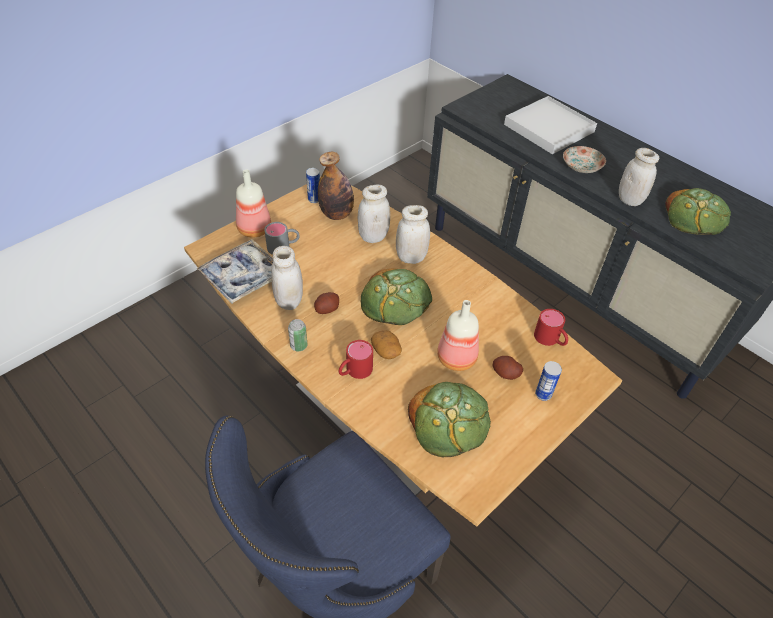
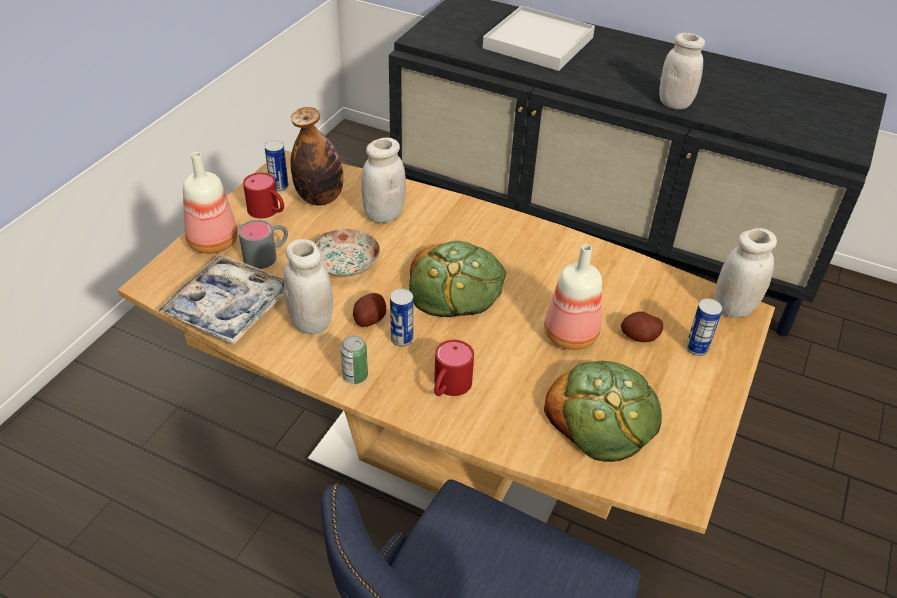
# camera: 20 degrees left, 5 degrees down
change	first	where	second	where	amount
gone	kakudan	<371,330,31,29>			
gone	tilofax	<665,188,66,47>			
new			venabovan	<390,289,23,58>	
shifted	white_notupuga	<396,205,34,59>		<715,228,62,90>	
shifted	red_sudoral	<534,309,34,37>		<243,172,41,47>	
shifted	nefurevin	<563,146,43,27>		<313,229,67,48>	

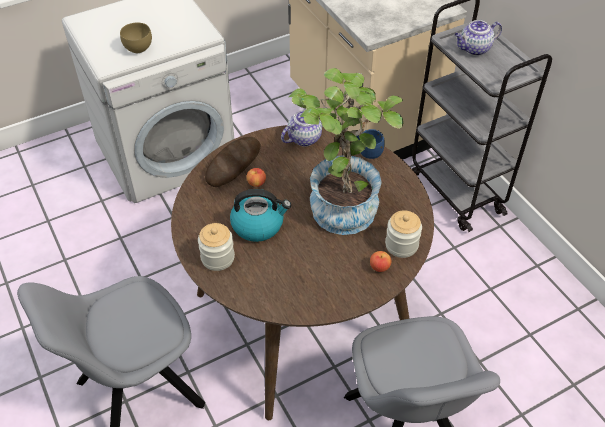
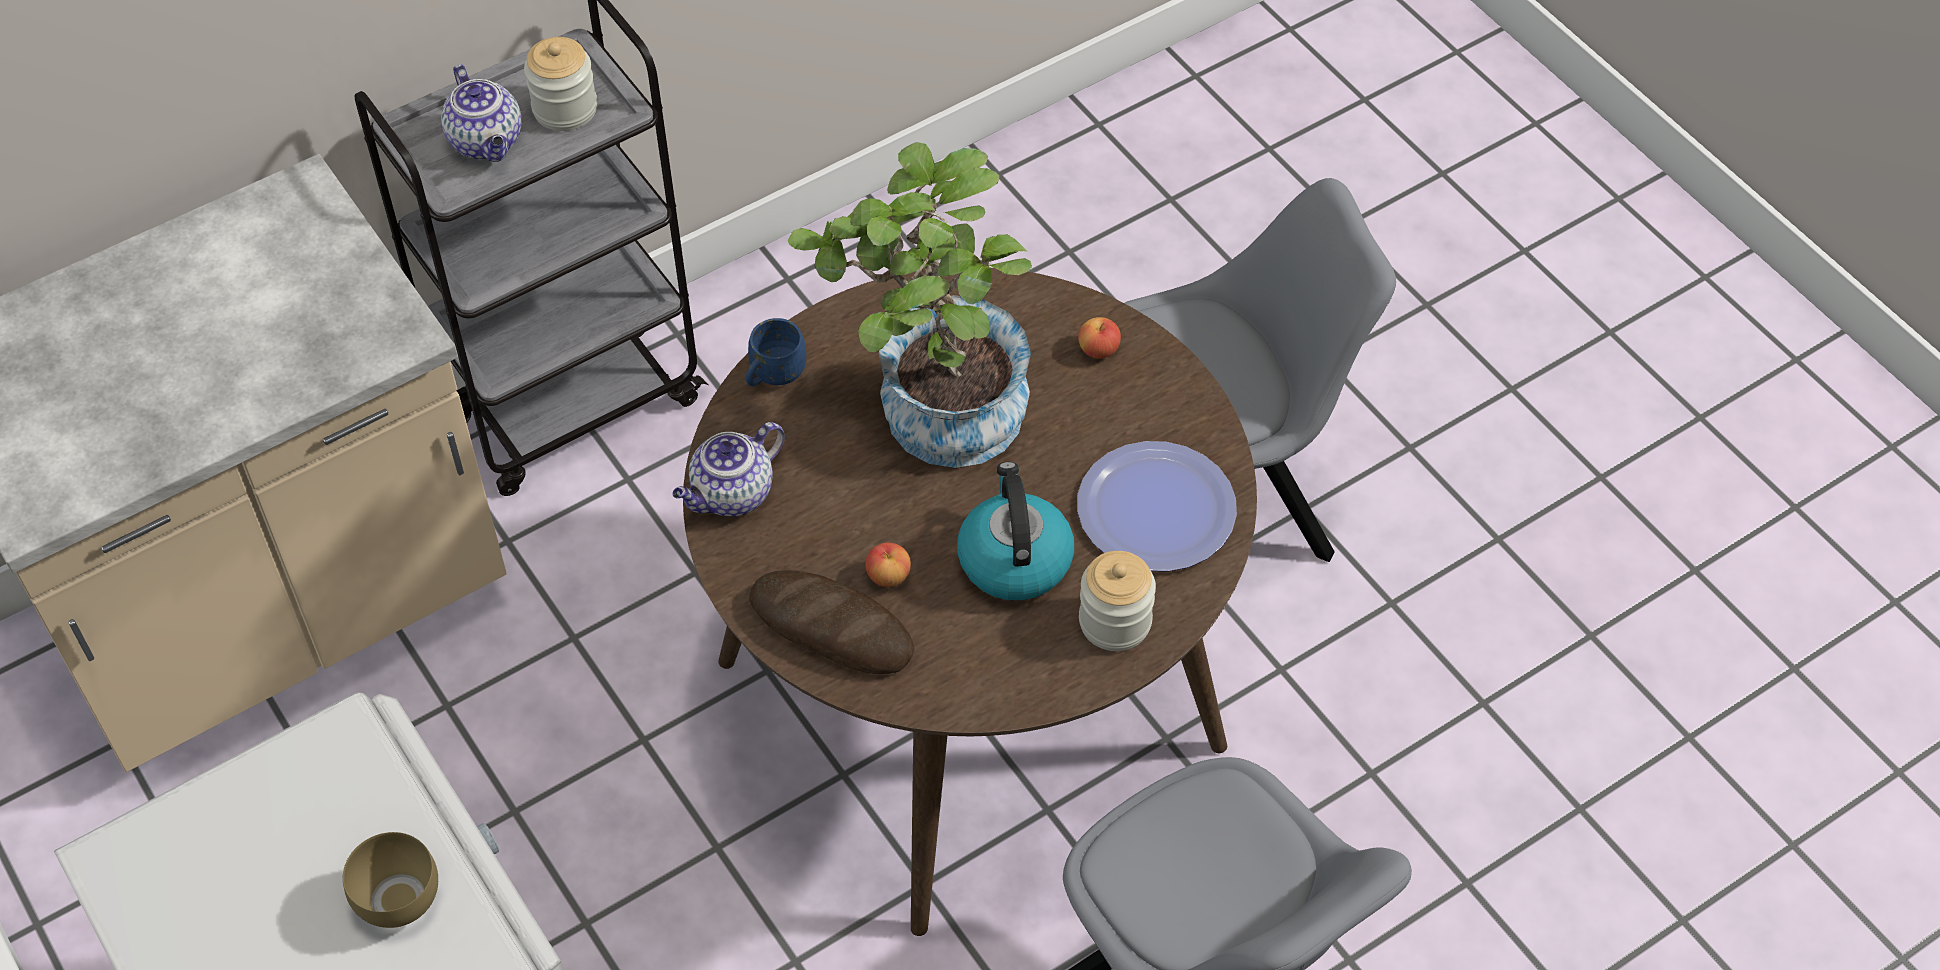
# camera: 95 degrees left, 5 degrees up
change	first	where	second	where	amount
new			nefurevin	<1077,441,160,131>	
shifted	notupuga	<385,210,37,48>		<524,37,73,94>	
rotated	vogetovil	<281,107,45,39>		<672,422,113,94>	90 degrees counterclockwise

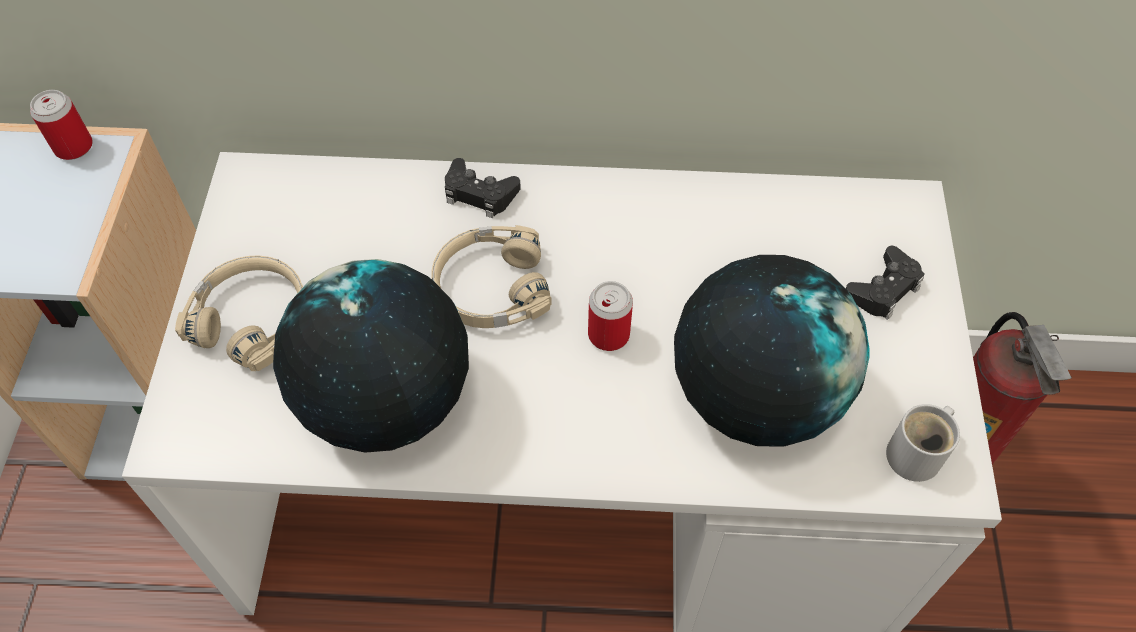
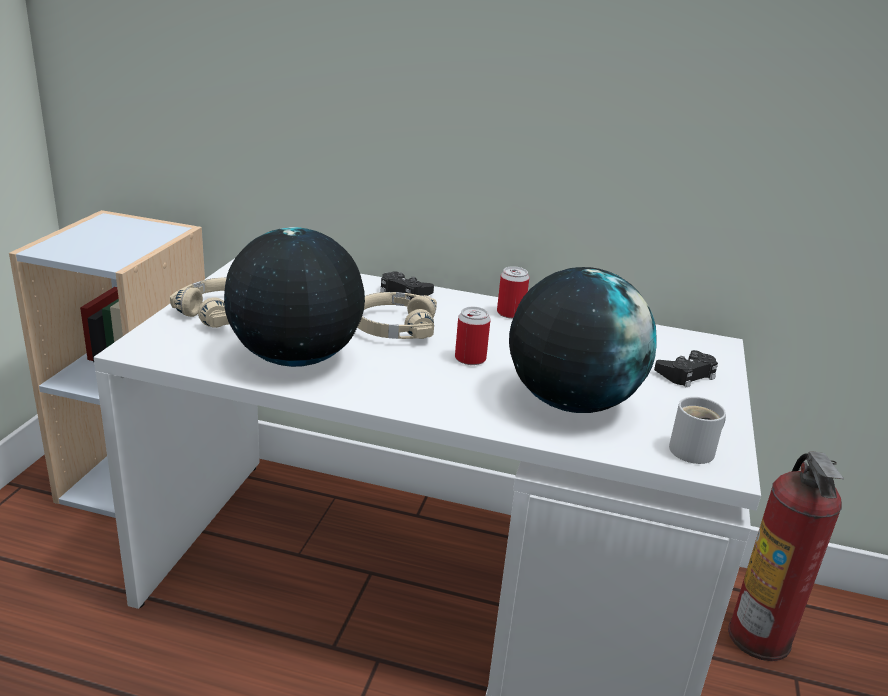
# camera: 10 degrees right, 30 degrees down
change	first	where	second	where	amount
shifted	venabovan	<30,90,63,70>		<497,266,32,53>	

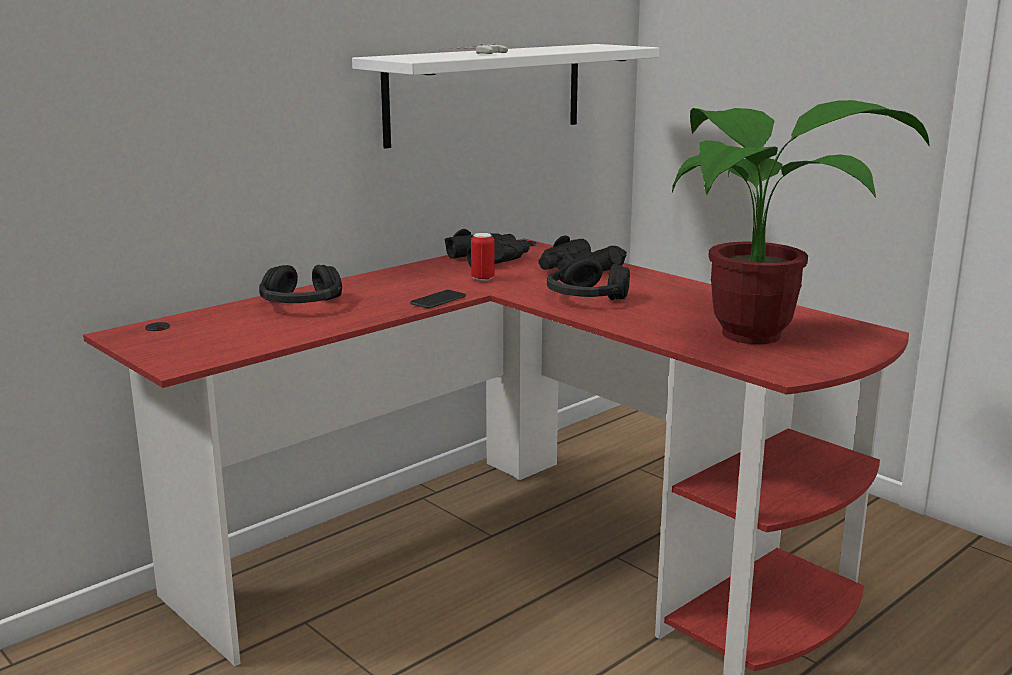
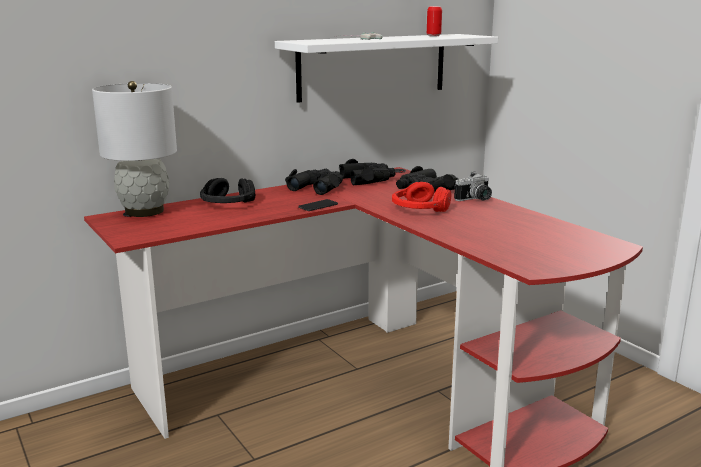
# camera: 10 degrees right, 0 degrees up
change	first	where	second	where	amount
gone	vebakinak	<672,100,258,244>			
new			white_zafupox	<92,81,85,136>	
new			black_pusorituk	<285,169,58,26>	
new			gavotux	<454,171,38,30>	
shifted	venabovan	<471,233,24,48>		<427,6,15,30>	
repainted	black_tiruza	<547,258,83,42>	red_tiruza	<392,182,59,30>	

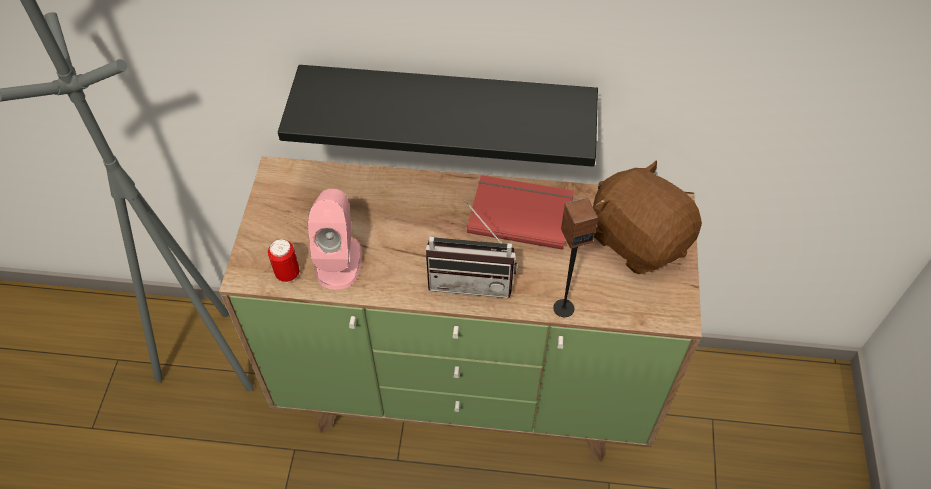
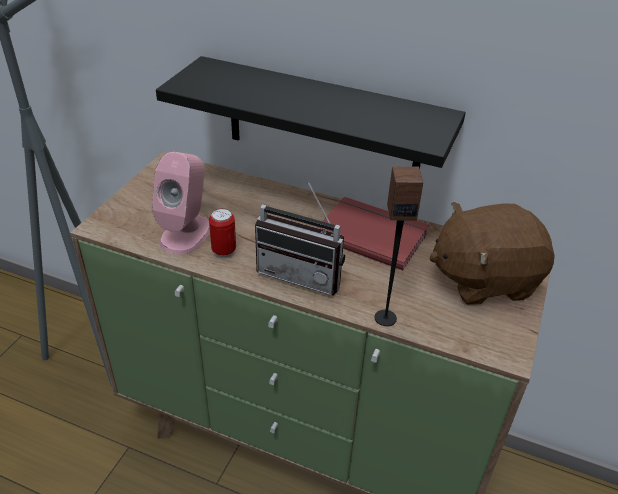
# camera: 15 degrees right, 15 degrees down
change	first	where	second	where	amount
shifted	venabovan	<268,239,32,43>		<209,208,27,49>	
rotated	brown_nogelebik	<593,160,109,114>		<430,202,125,103>	75 degrees counterclockwise

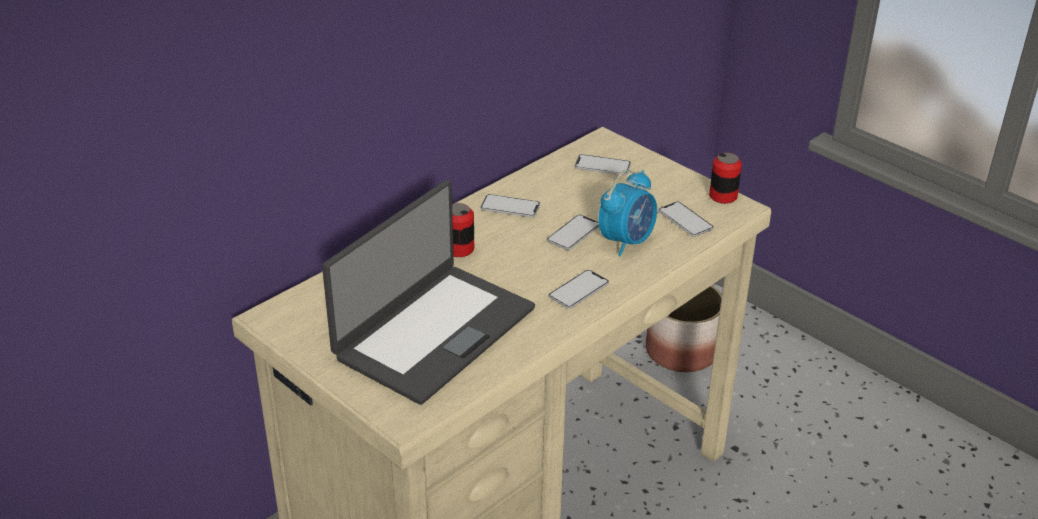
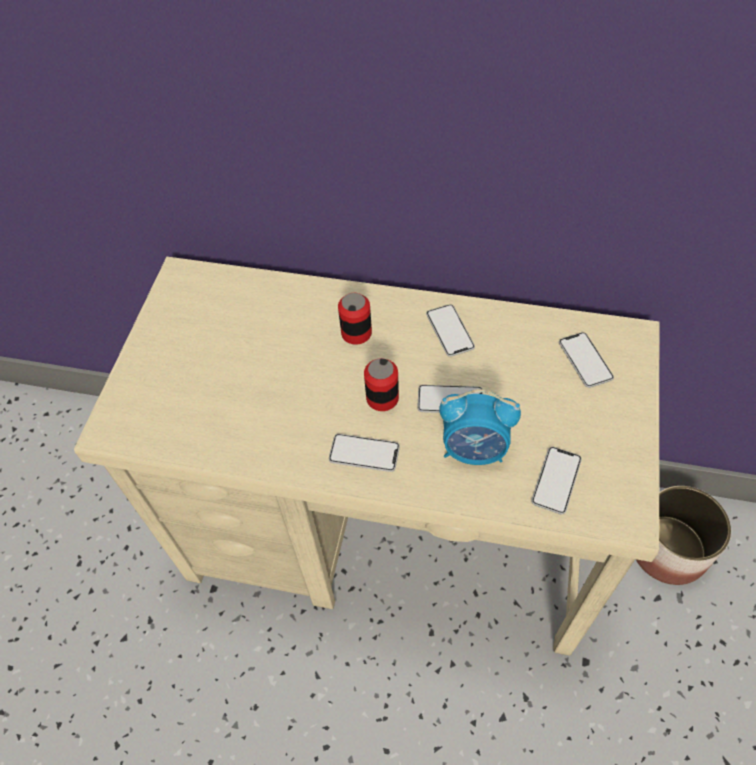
# camera: 60 degrees right, 20 degrees up
change	first	where	second	where	amount
gone	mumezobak	<322,180,213,225>			
shifted	venabovan	<709,153,33,51>		<364,358,35,53>	

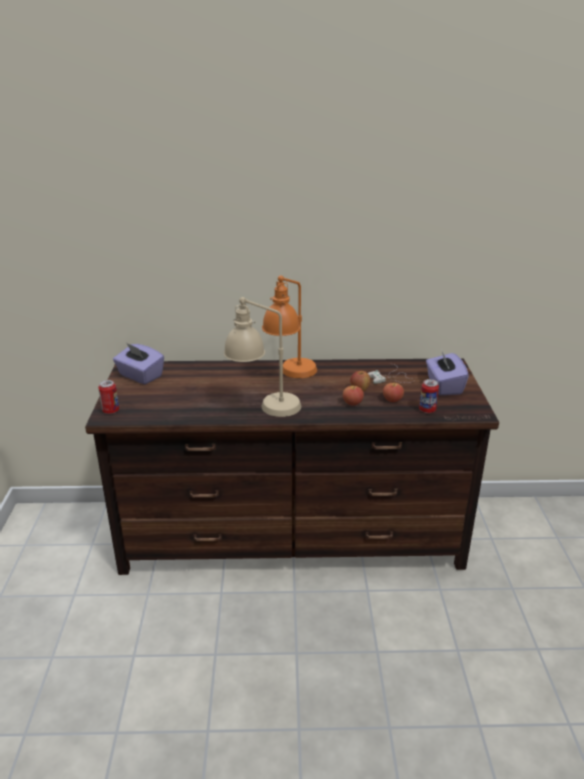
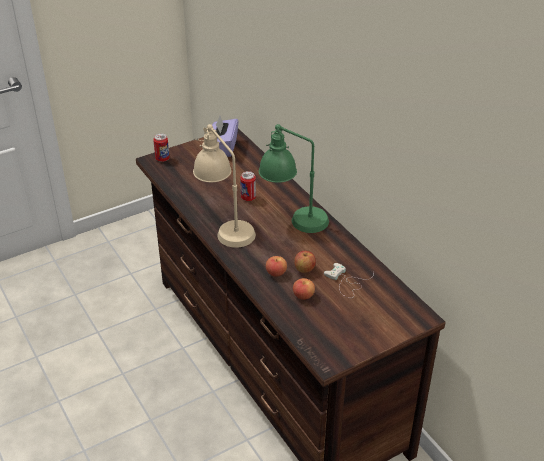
# camera: 60 degrees right, 10 degrees up
change	first	where	second	where	amount
gone	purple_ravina	<426,349,43,46>			
shifted	venabovan	<419,379,20,34>		<240,171,16,30>	
repainted	orange_zafupox	<262,275,55,103>	green_zafupox	<259,124,70,109>	

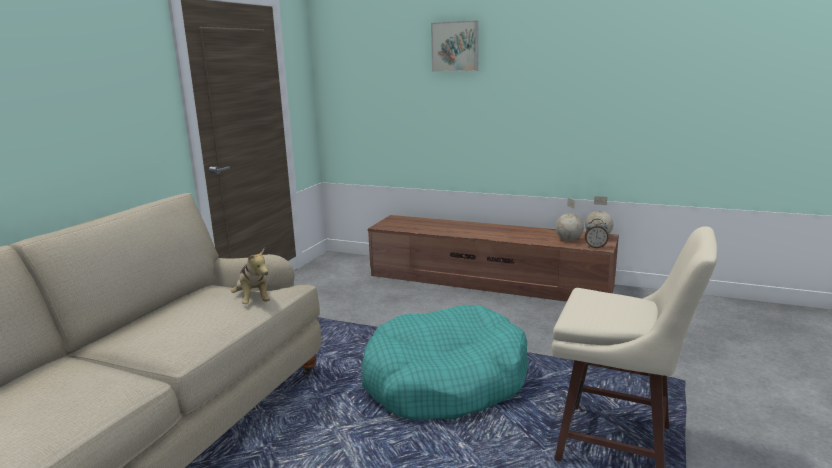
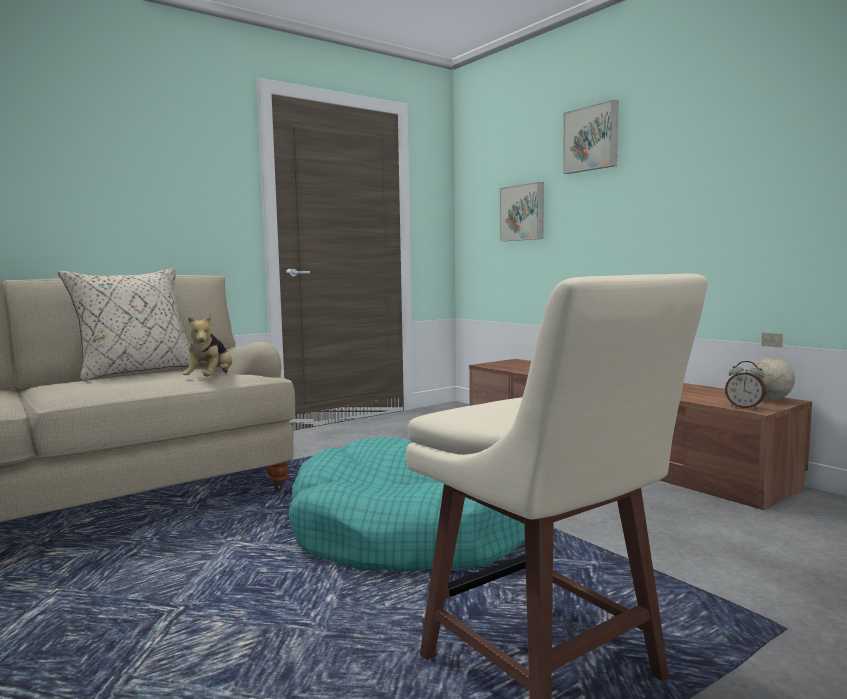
# camera: 30 degrees right, 10 degrees down
change	first	where	second	where	amount
gone	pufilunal	<556,198,28,43>			
new			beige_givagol	<58,268,132,113>	
new			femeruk	<500,182,44,59>	

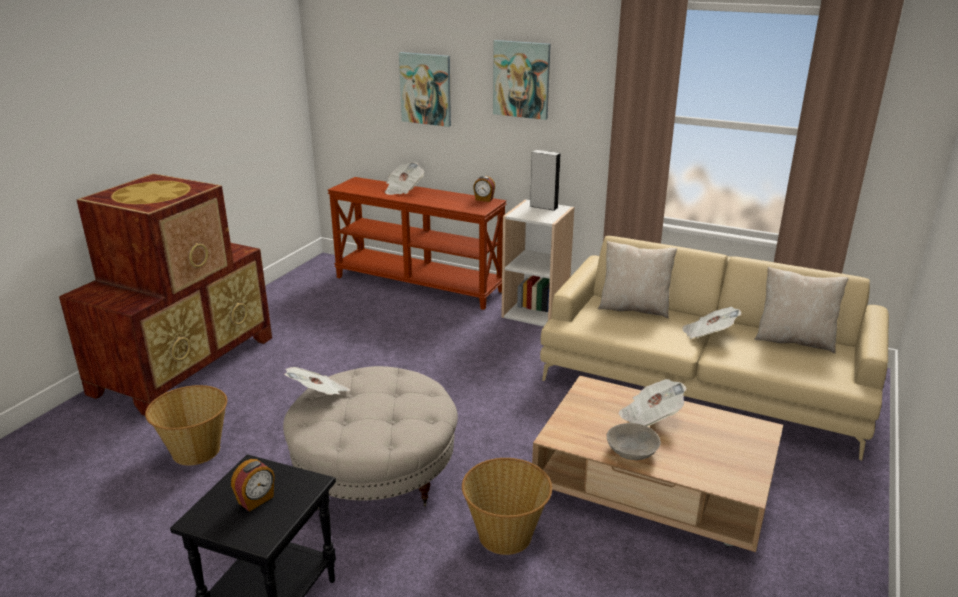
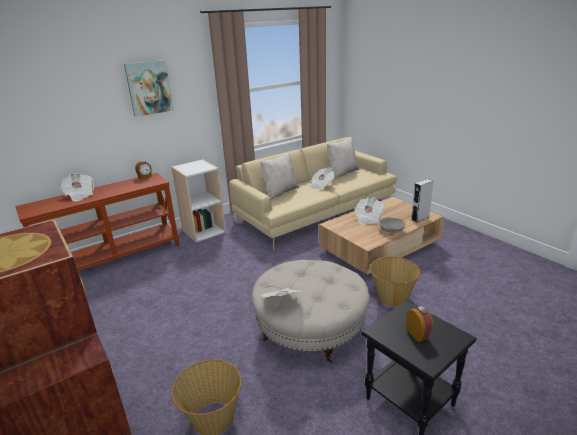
# camera: 60 degrees left, 0 degrees up
change	first	where	second	where	amount
gone	femeruk	<399,52,52,75>			
shifted	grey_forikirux	<530,150,31,61>		<411,179,23,43>	

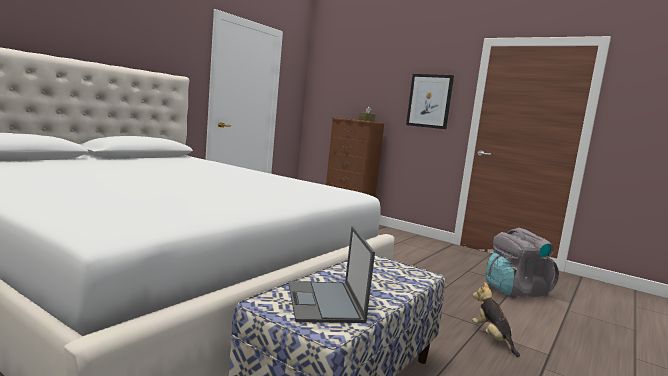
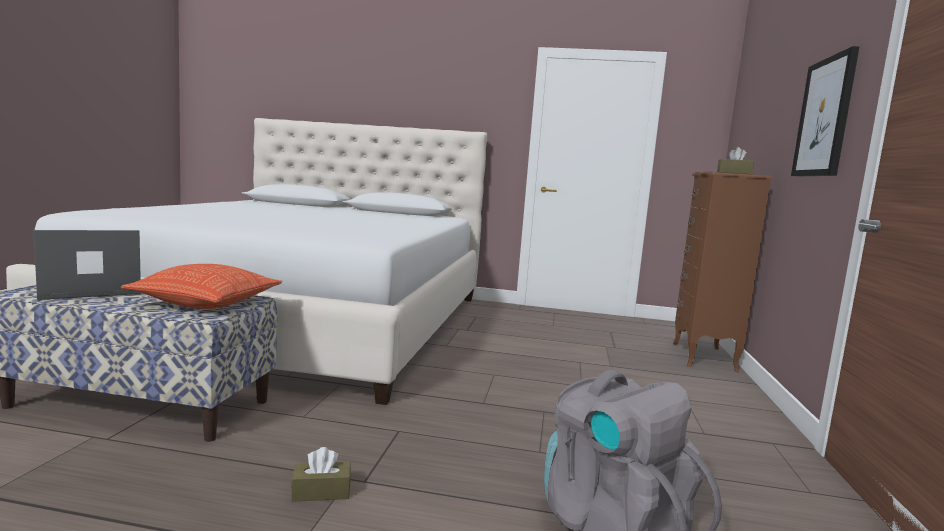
# camera: 65 degrees right, 0 degrees up
change	first	where	second	where	amount
new			orange_givagol	<121,264,161,45>	
swapped	nogelebik	<472,282,48,75>	brown_ravina	<291,447,60,55>	

